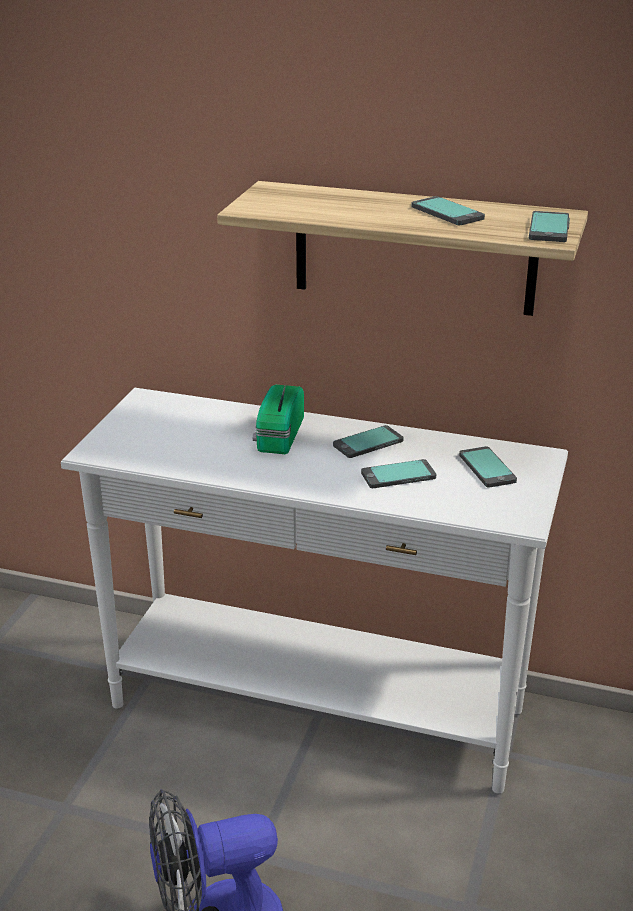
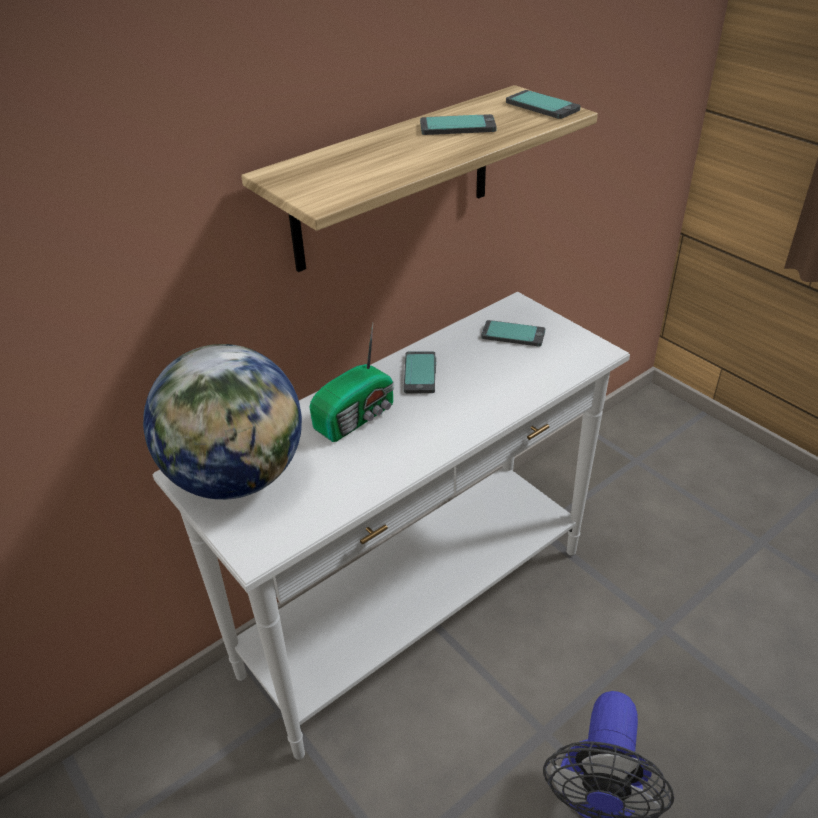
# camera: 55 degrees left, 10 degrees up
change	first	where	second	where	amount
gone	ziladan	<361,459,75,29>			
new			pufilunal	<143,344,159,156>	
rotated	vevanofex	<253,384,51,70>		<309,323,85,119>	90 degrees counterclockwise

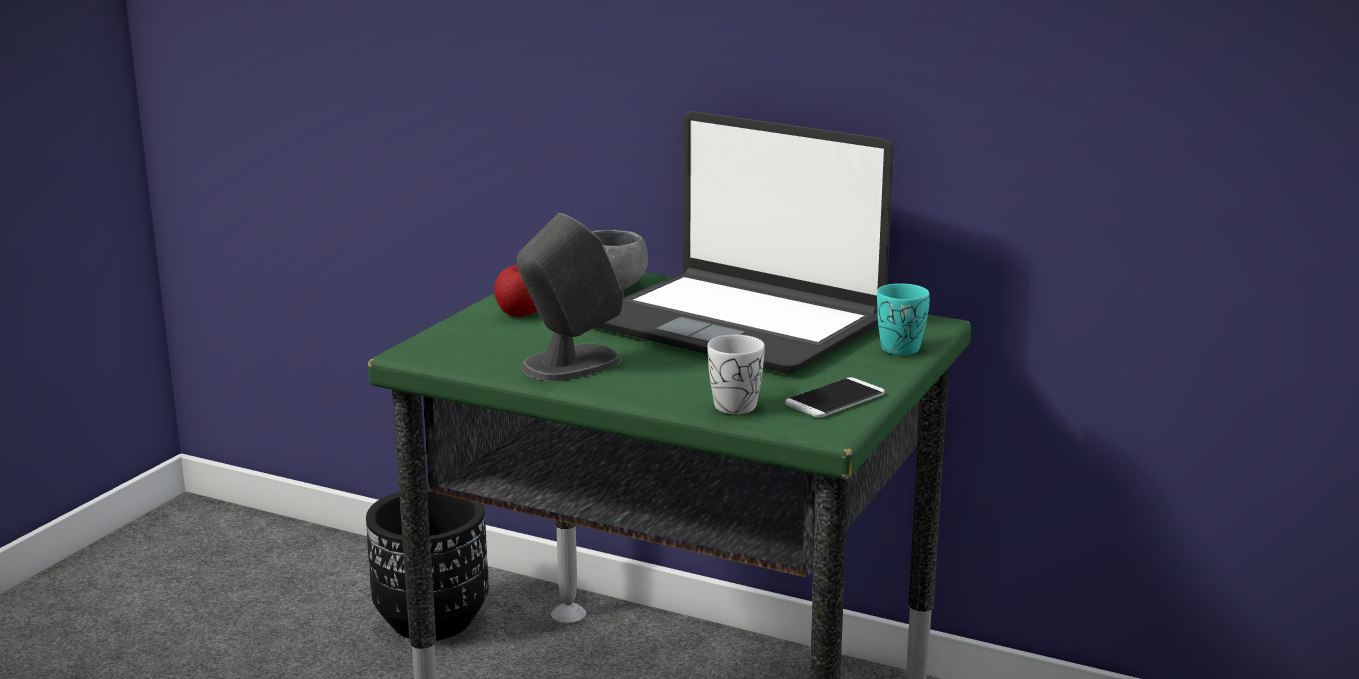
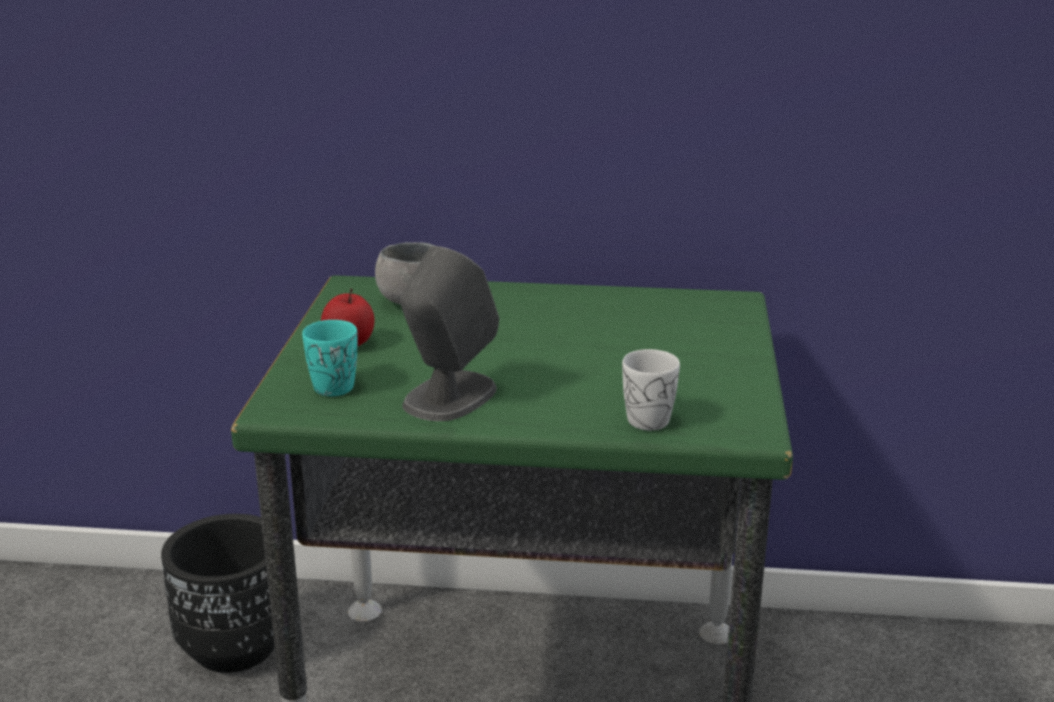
# camera: 20 degrees left, 5 degrees up
change	first	where	second	where	amount
gone	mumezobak	<597,111,297,263>			
gone	ziladan	<785,377,100,41>			
shifted	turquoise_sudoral	<877,283,53,72>		<302,320,55,76>	

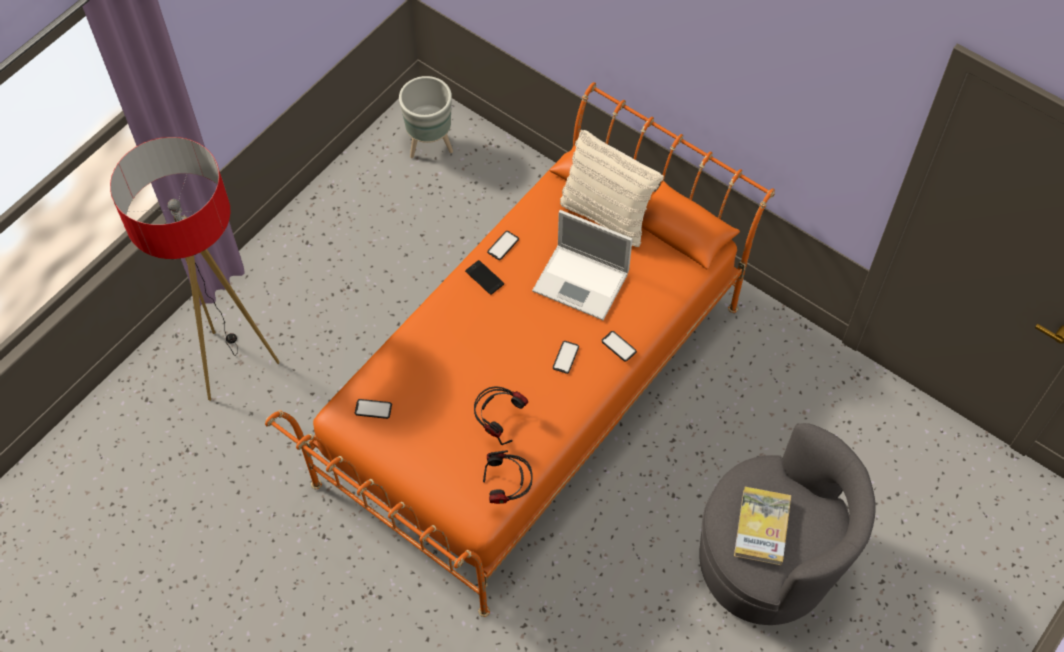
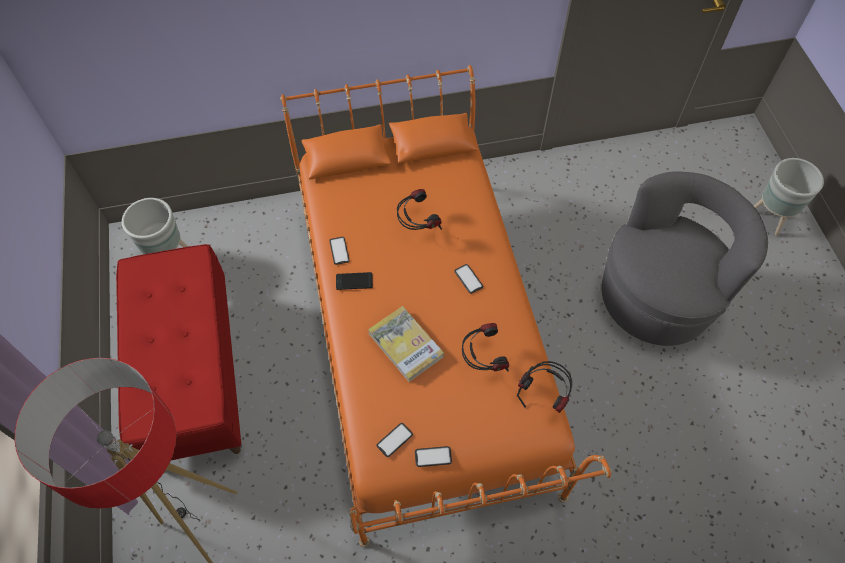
# camera: 50 degrees left, 0 degrees up
change	first	where	second	where	amount
gone	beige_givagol	<560,130,104,117>			
new			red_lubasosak	<116,244,125,216>	
new			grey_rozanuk	<754,158,70,78>	
shifted	ziladan	<601,331,36,31>		<415,446,37,21>	
shifted	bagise	<734,487,57,78>		<368,306,76,76>	
swapped	mumezobak	<532,210,100,110>	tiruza	<397,189,45,41>	

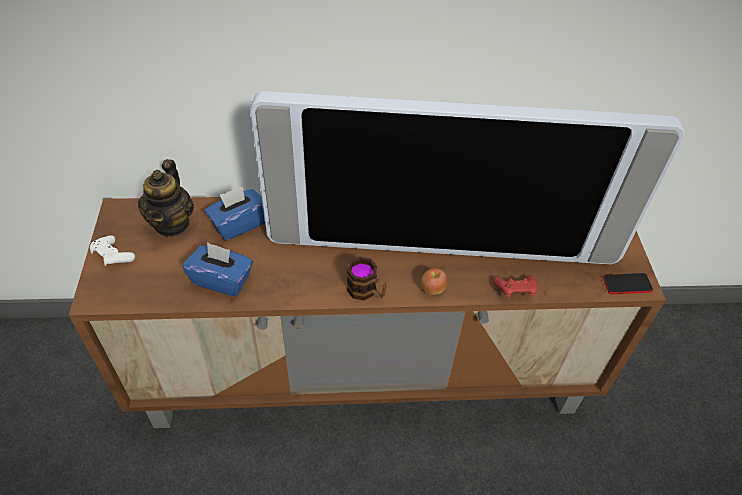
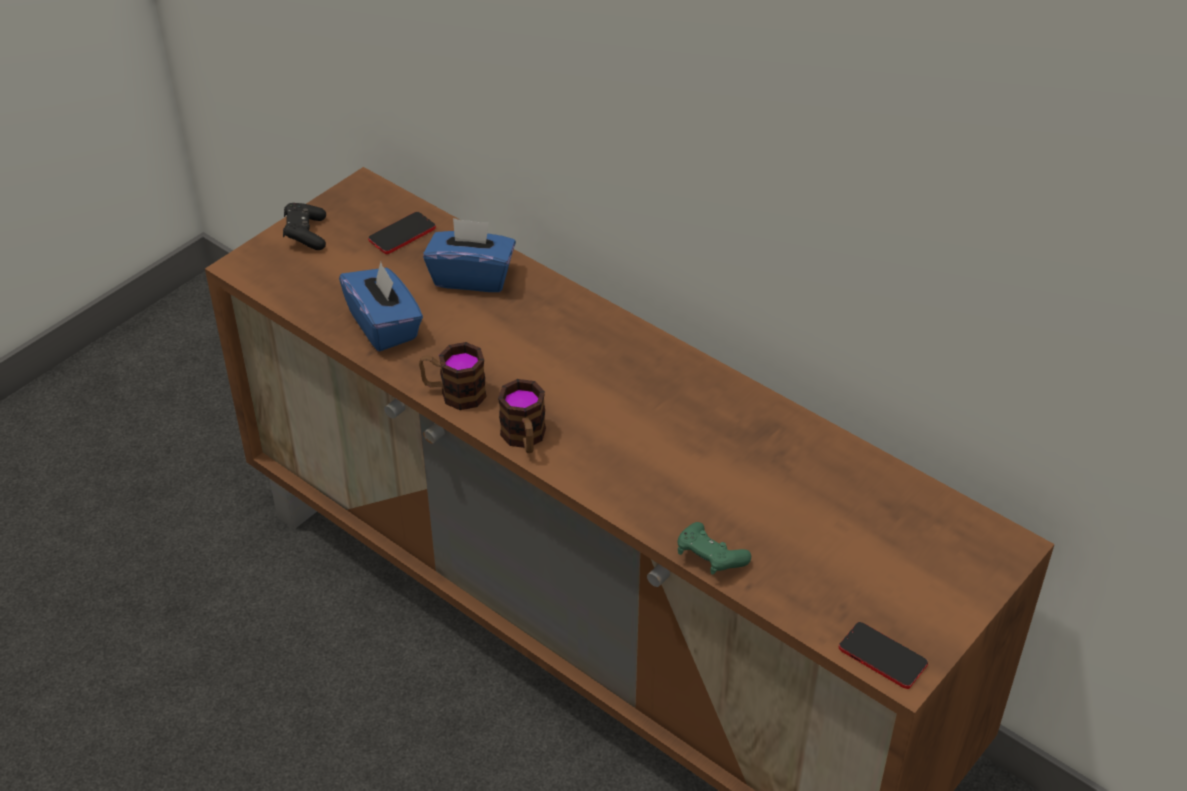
# camera: 45 degrees right, 5 degrees down
change	first	where	second	where	amount
gone	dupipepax	<250,91,434,173>			
gone	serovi	<421,268,26,27>			
new			sudoral	<419,342,68,68>	
swapped	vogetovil	<138,159,56,78>	ziladan	<368,212,68,42>	
repainted	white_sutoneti	<90,235,45,31>	black_sutoneti	<283,203,43,47>	
repainted	red_sutoneti	<493,275,45,24>	green_sutoneti	<677,522,74,53>	

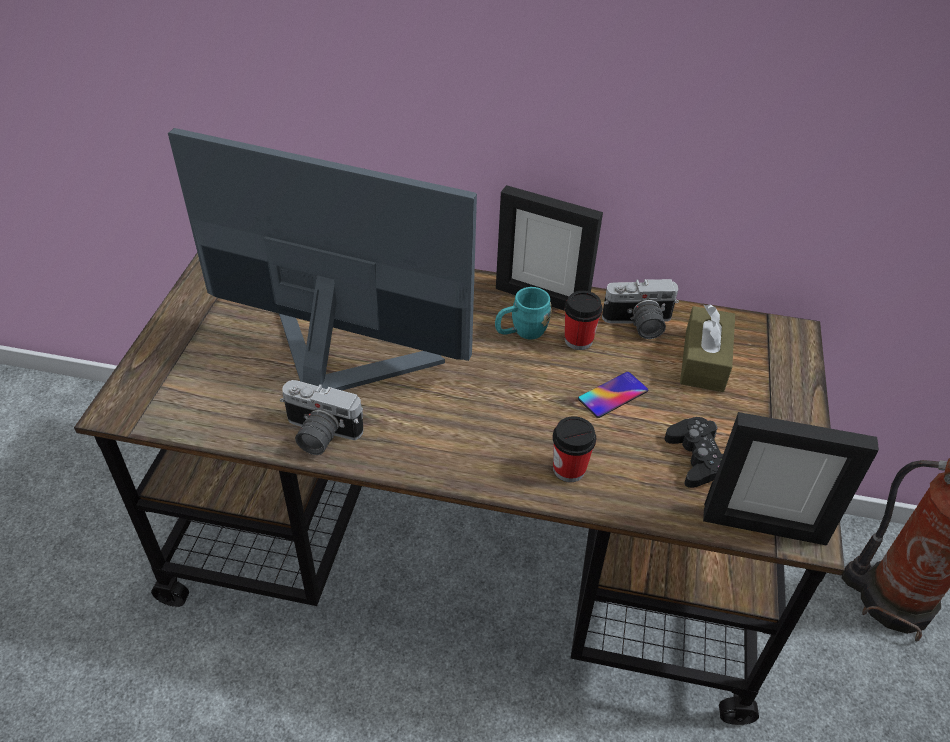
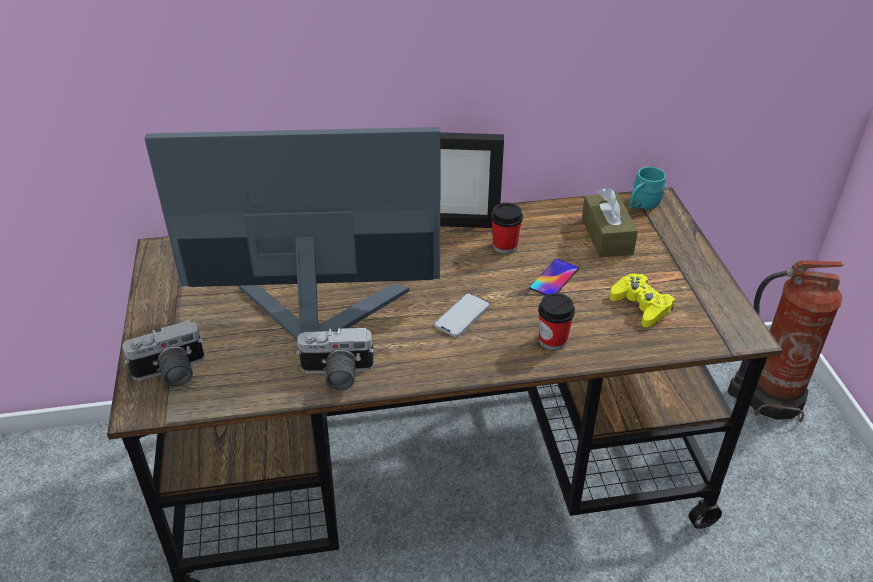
# camera: 20 degrees left, 5 degrees down
change	first	where	second	where	amount
gone	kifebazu	<703,412,176,134>			
new			ziladan	<434,293,56,44>	
shifted	turquoise_sudoral	<495,287,57,52>		<630,167,36,42>	
shifted	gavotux	<602,279,77,60>		<122,320,82,67>	
repainted	black_sutoneti	<664,417,59,71>	yellow_sutoneti	<610,273,65,54>	

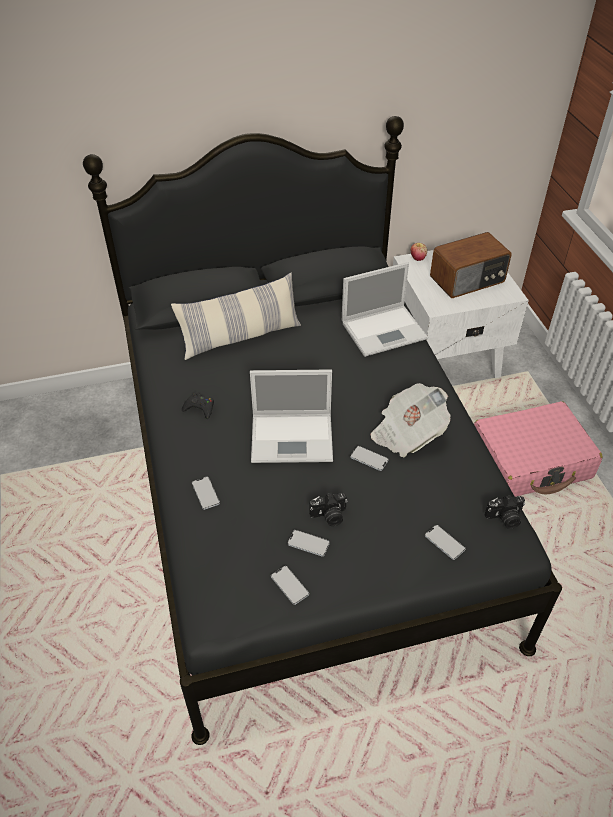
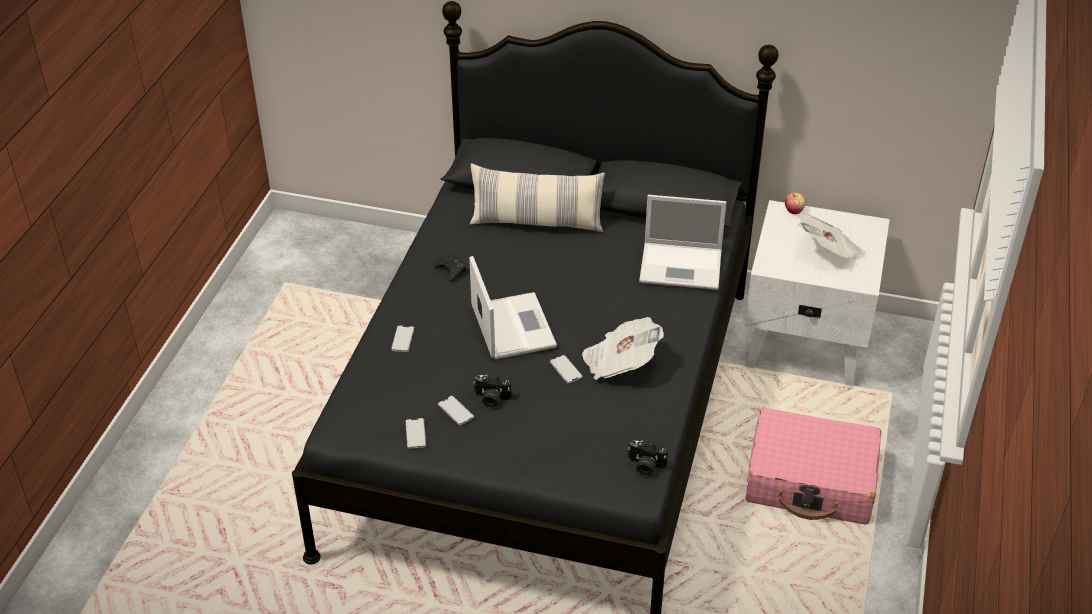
# camera: 30 degrees right, 5 degrees down
change	first	where	second	where	amount
gone	ziladan	<425,525,41,35>			
swapped	vevanofex	<430,232,82,66>	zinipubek	<798,214,68,45>	
rotated	mumezobak	<250,369,83,94>		<469,256,88,103>	135 degrees counterclockwise

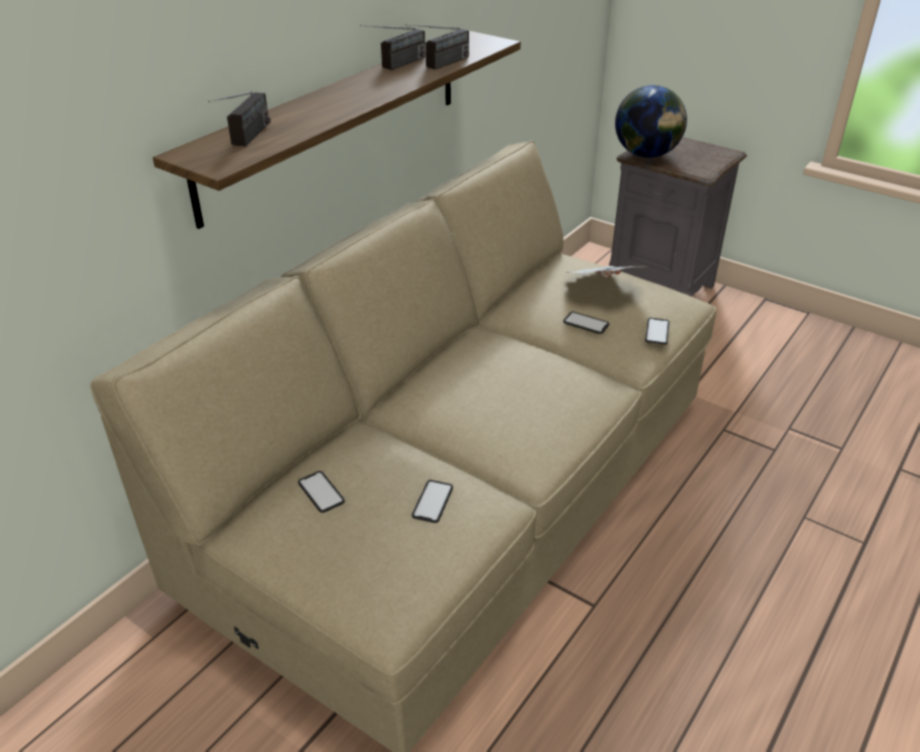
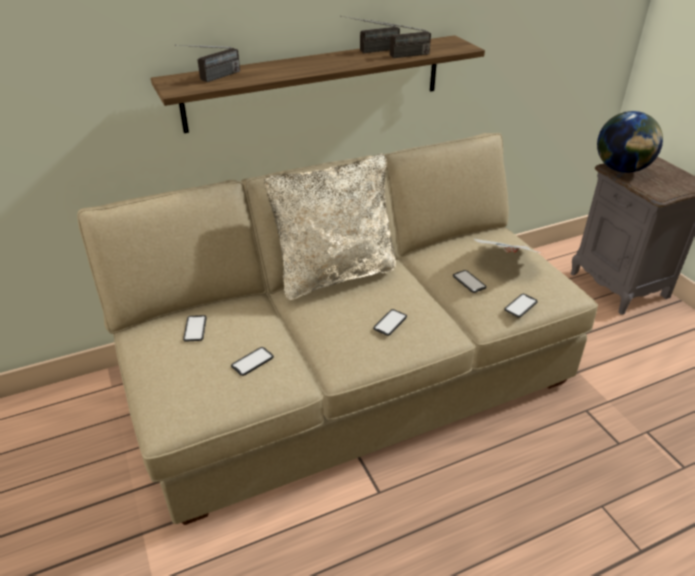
# camera: 30 degrees right, 0 degrees up
change	first	where	second	where	amount
new			beige_givagol	<264,153,132,146>	
new			ziladan	<373,309,34,27>	

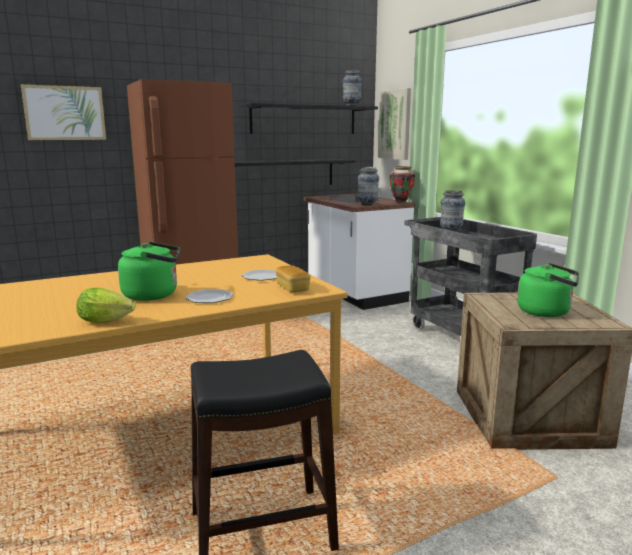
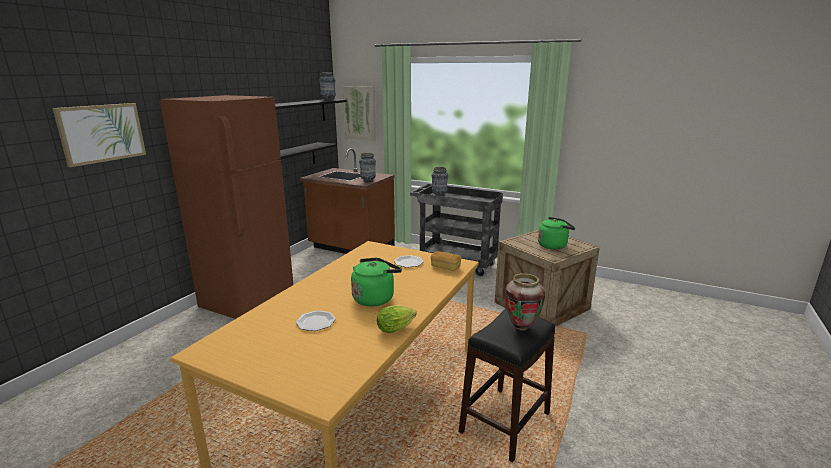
# camera: 35 degrees left, 5 degrees up
change	first	where	second	where	amount
shifted	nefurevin	<186,289,47,14>		<296,310,40,21>	
shifted	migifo	<389,166,26,37>		<504,273,41,58>	
repainted	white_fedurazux	<304,166,111,144>	brown_fedurazux	<300,148,95,106>	

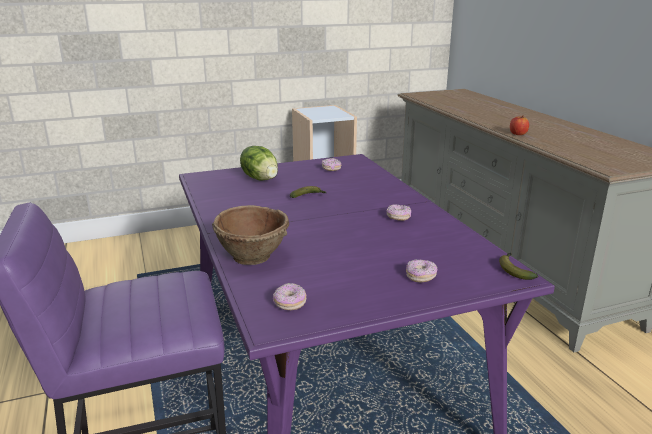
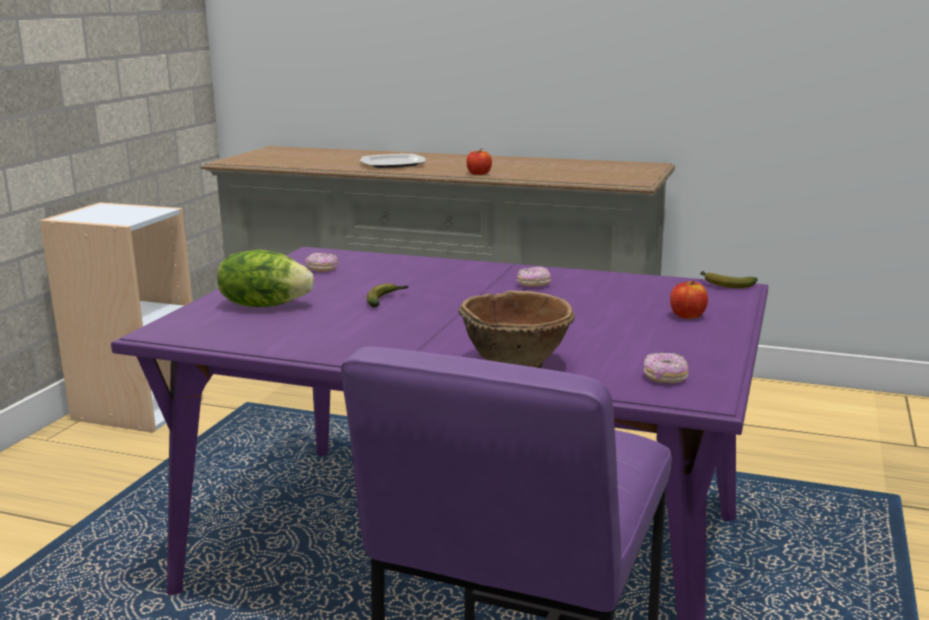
# camera: 50 degrees left, 5 degrees down
change	first	where	second	where	amount
new			nefurevin	<360,154,65,14>	
swapped	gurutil	<406,259,31,23>	serovi	<670,280,38,39>	

